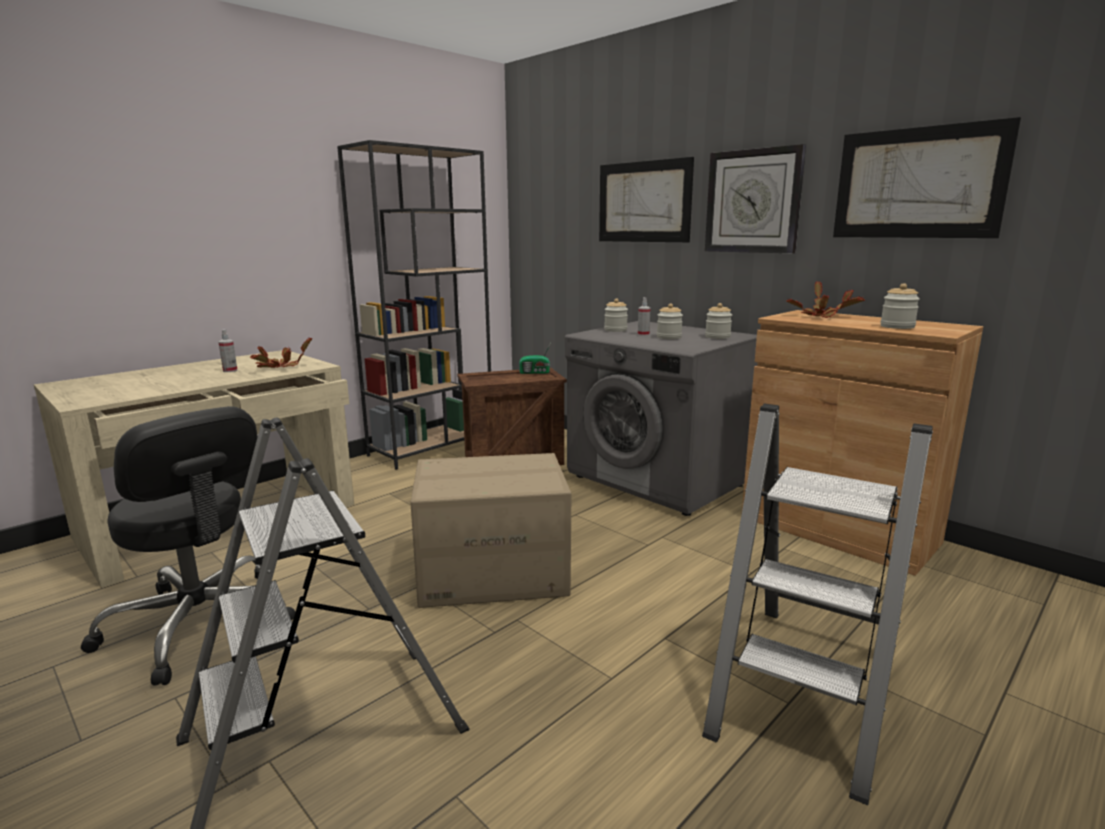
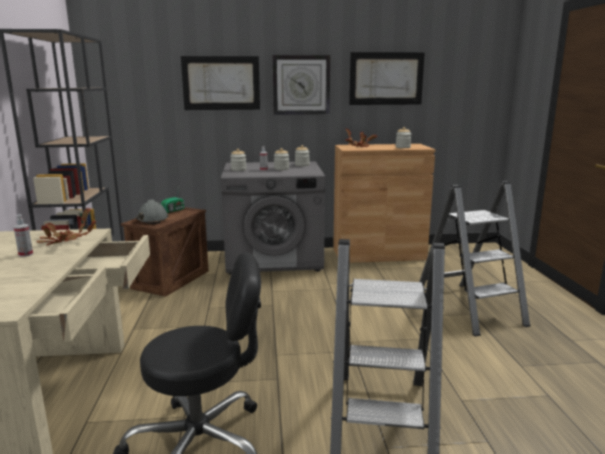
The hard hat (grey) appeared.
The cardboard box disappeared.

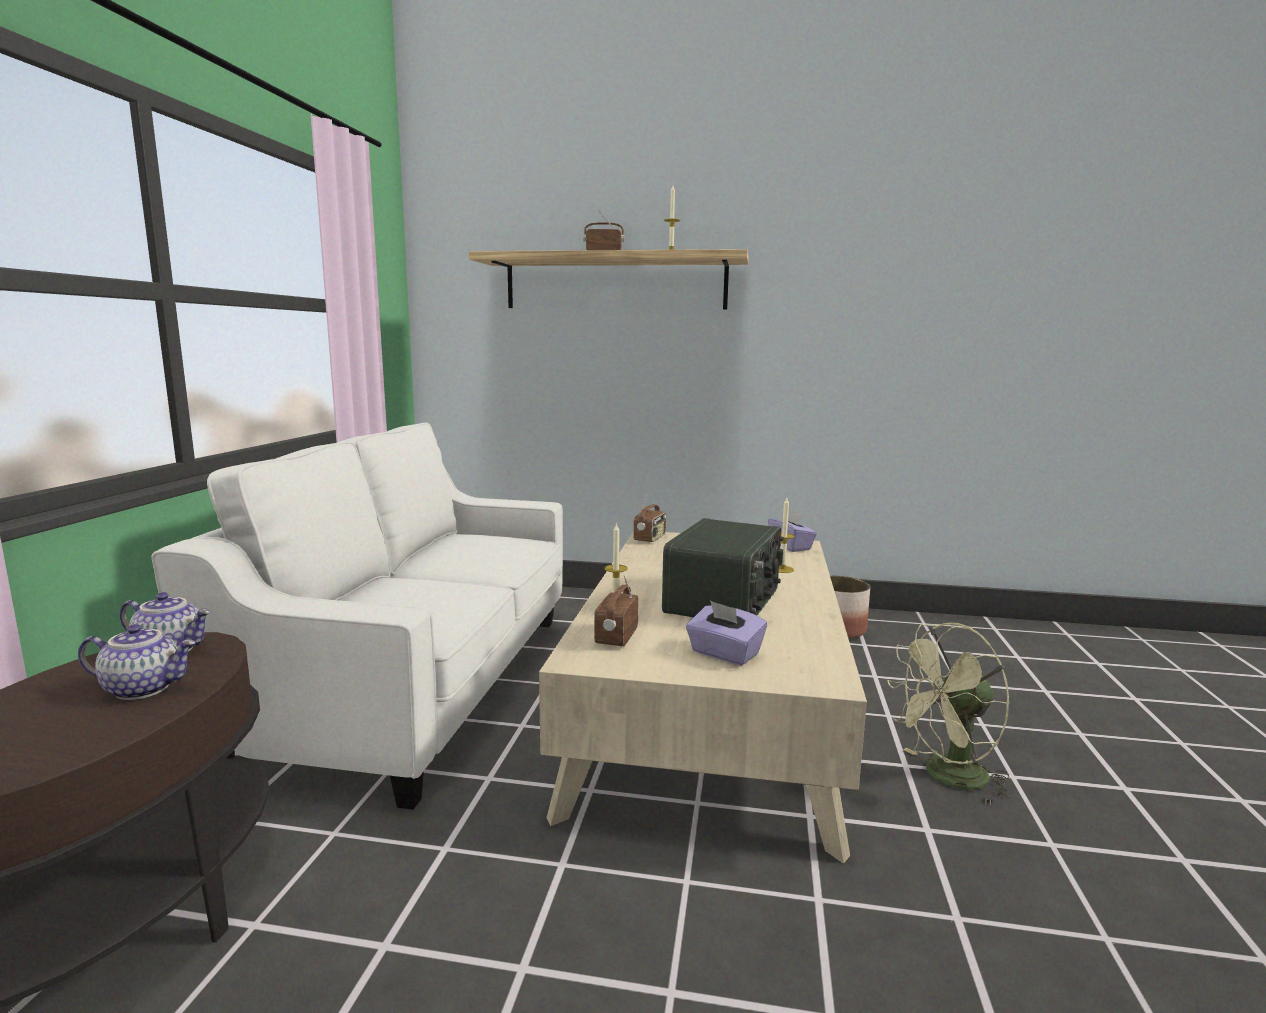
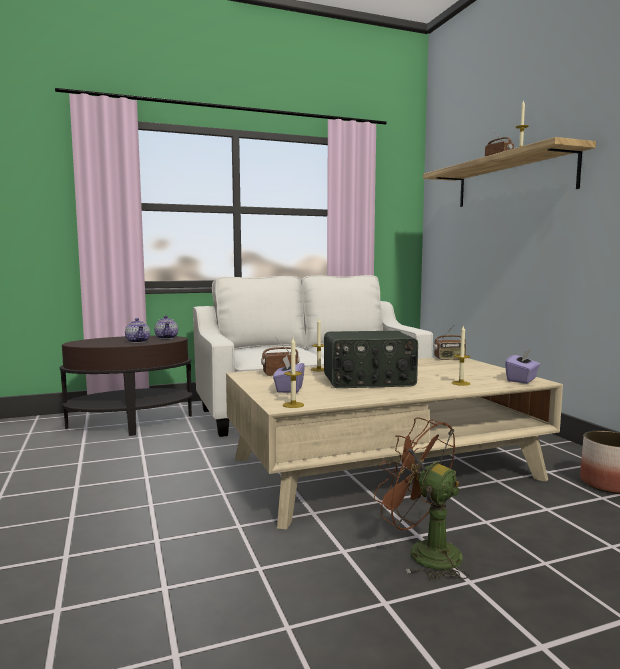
The candle (no. 1 from left) appeared.
The fan (green) became the fan (brown).

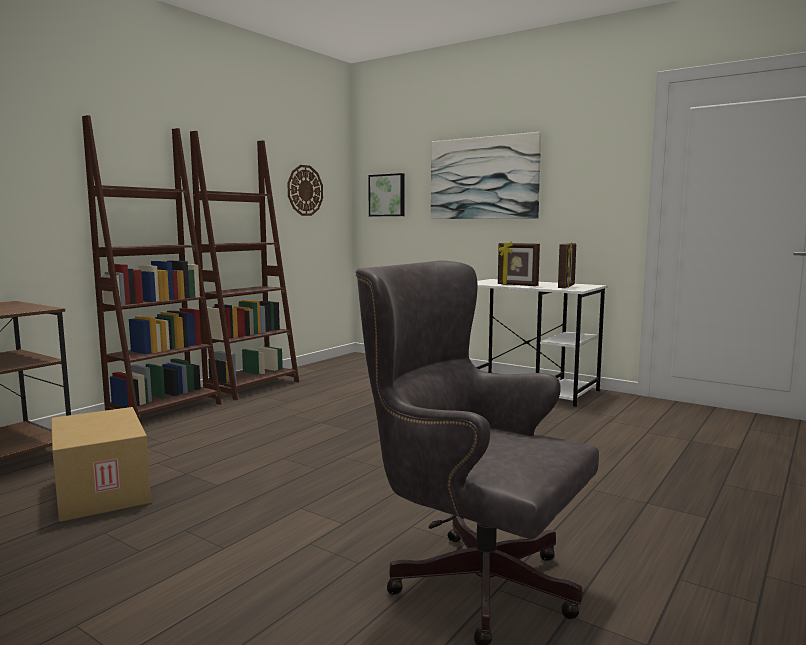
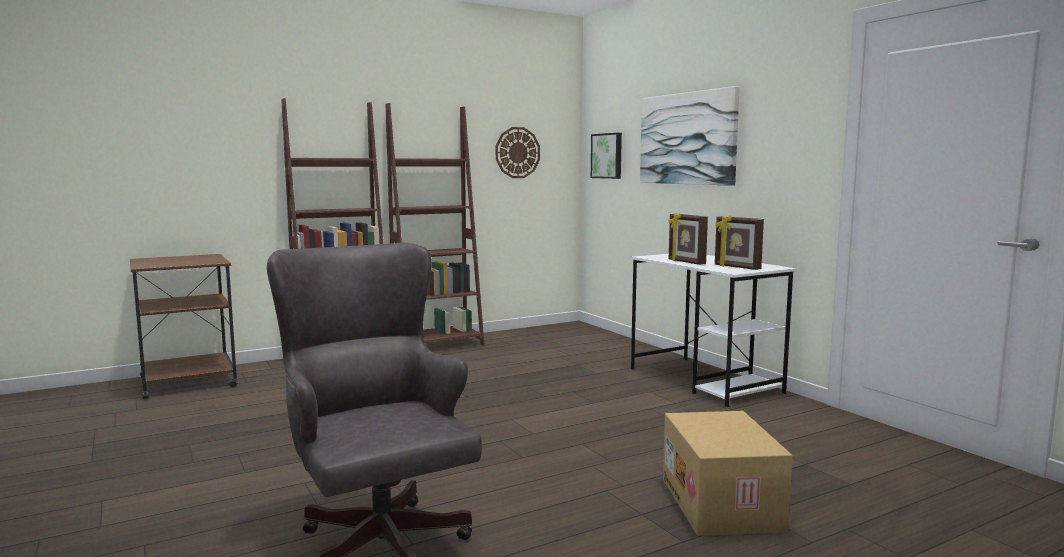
The cardboard box moved.
The picture frame (no. 2 from left) turned 90 degrees clockwise.

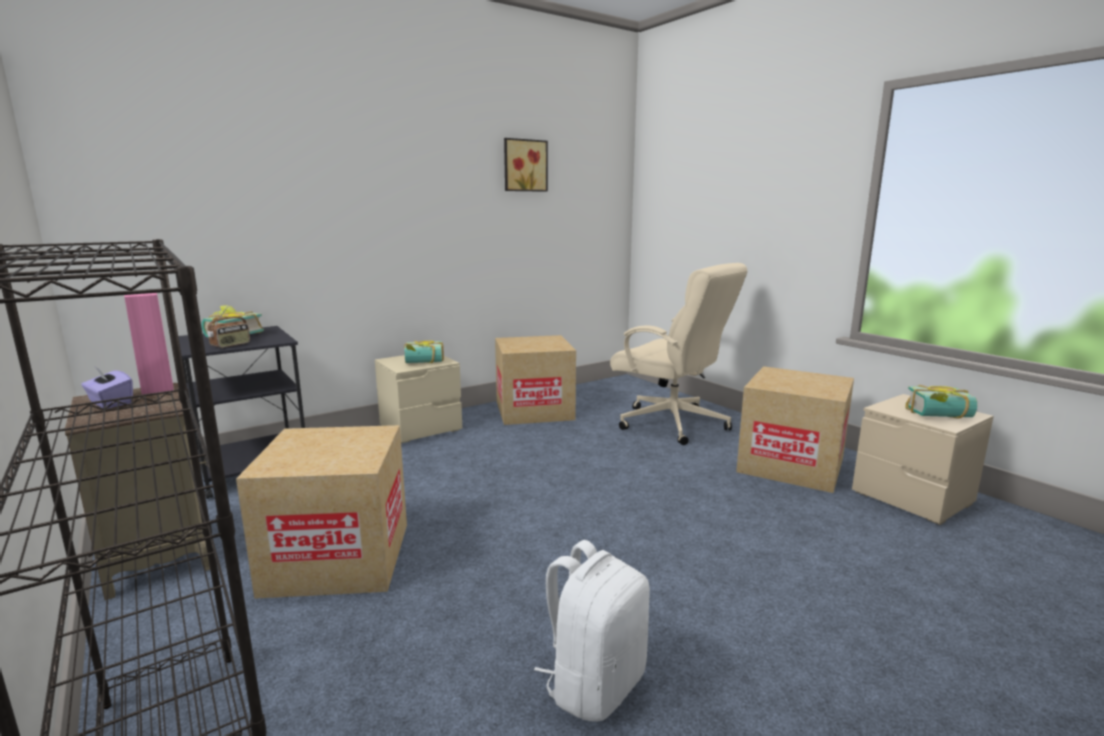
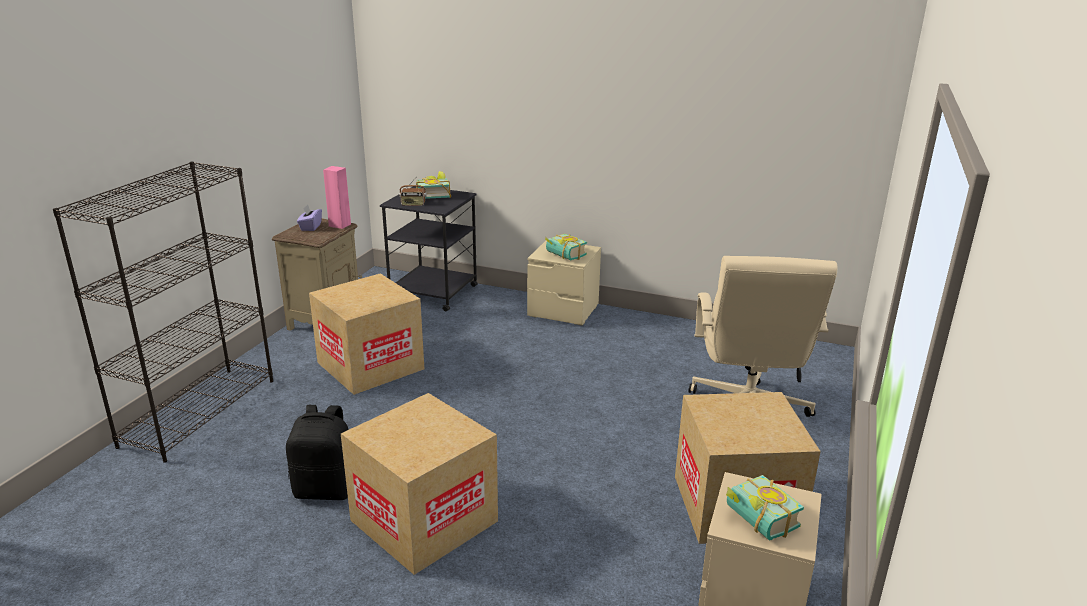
The backpack (white) became the backpack (black).
The cardboard box (no. 2 from left) moved.
The picture disappeared.

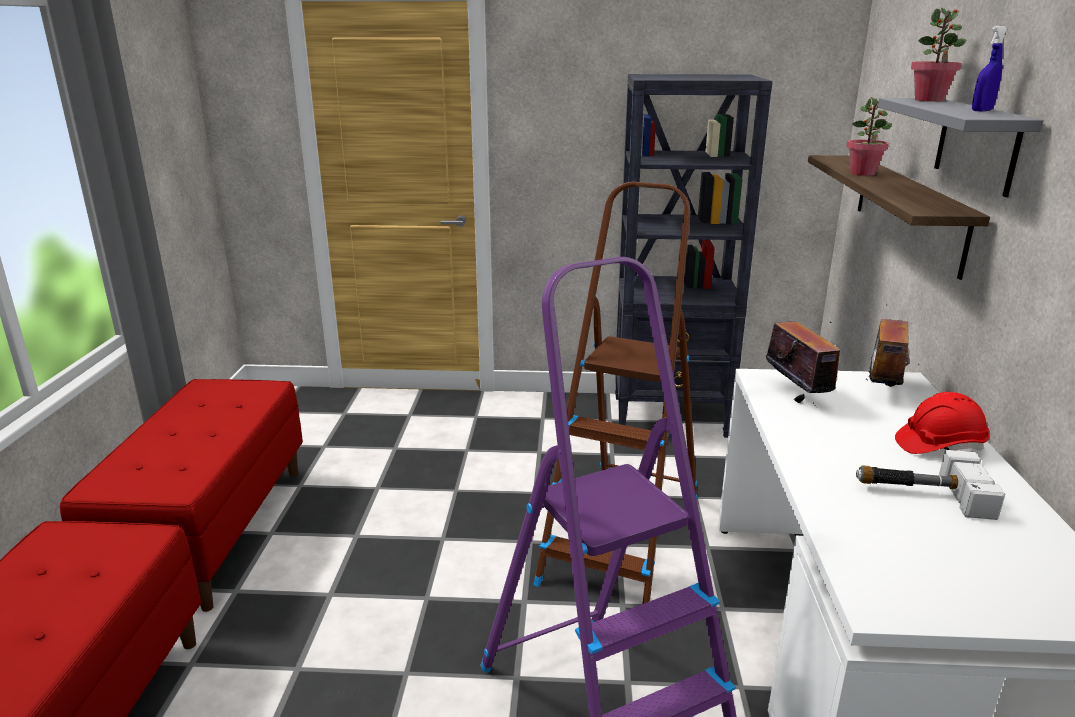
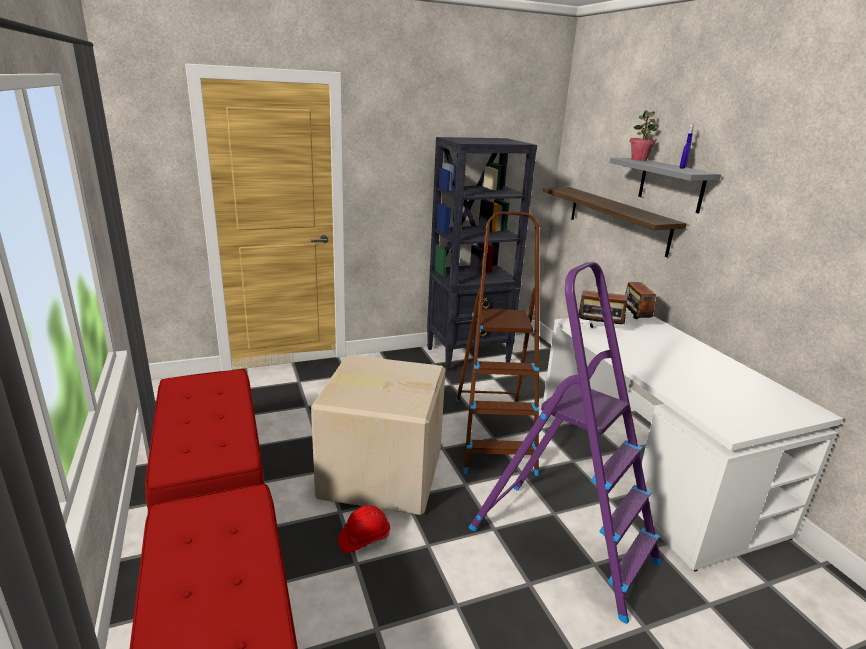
The cardboard box appeared.
The hard hat (red) moved.
The radio (no. 1 from left) turned 150 degrees clockwise.
The potted plant (no. 1 from left) disappeared.
The hammer disappeared.

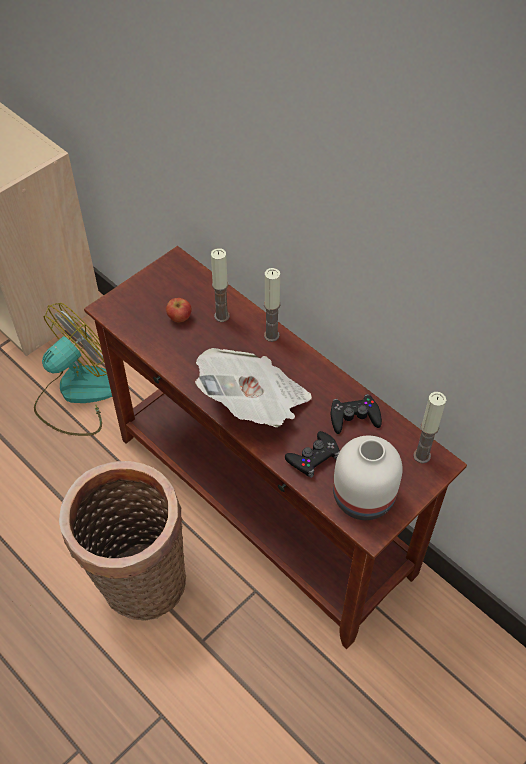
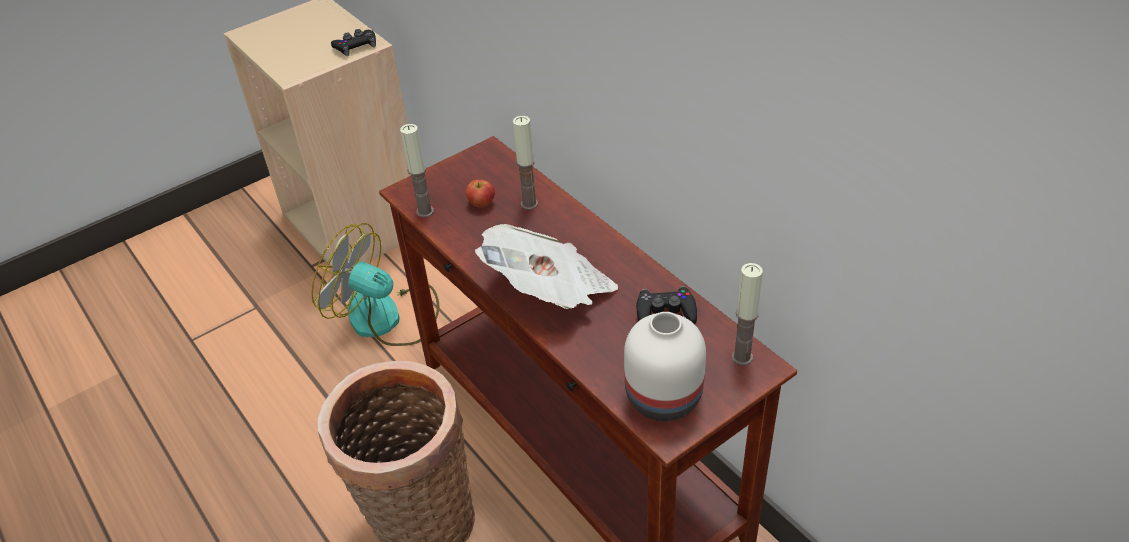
The fan turned 120 degrees counterclockwise.
The game controller (black) (no. 1 from left) moved.
The candle (no. 2 from left in the first image) moved.

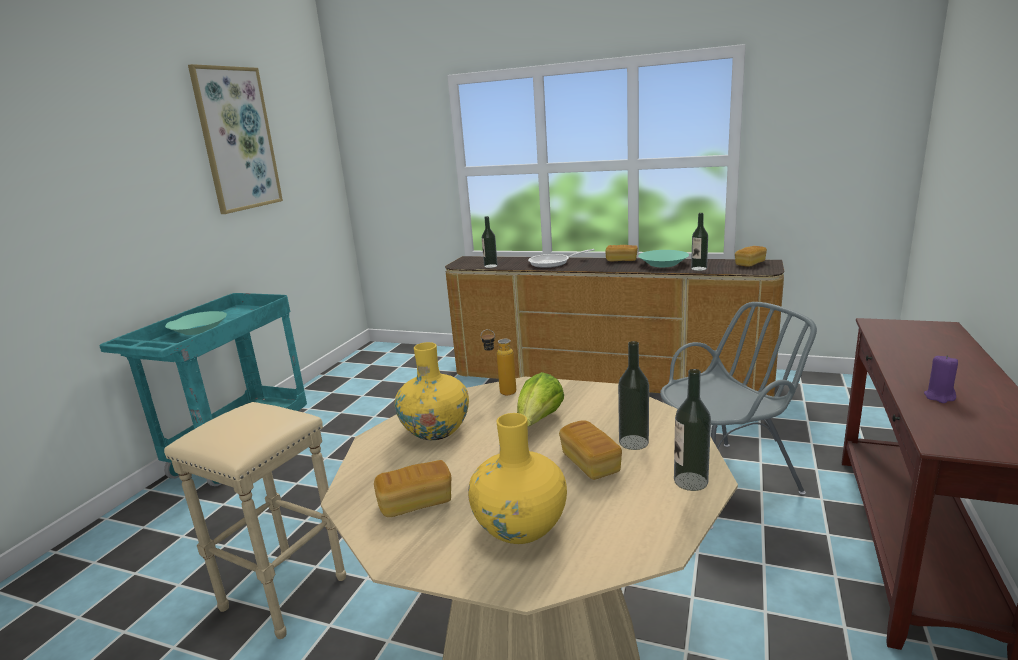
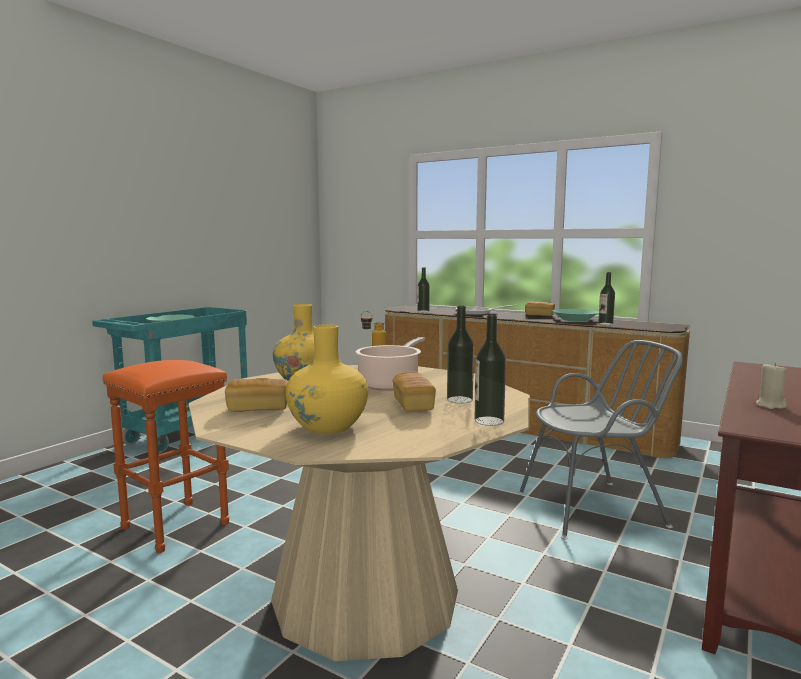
The stool (beige) became the stool (orange).
The lettuce was replaced by the cooking pot.
The candle (purple) became the candle (beige).
The picture disappeared.
The bread (no. 4 from left) disappeared.

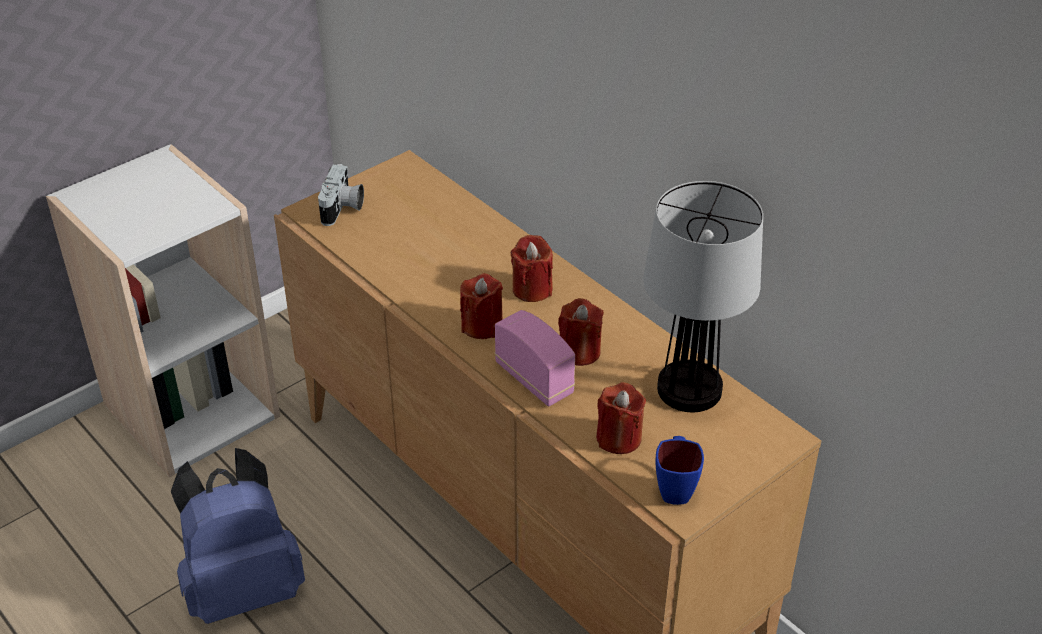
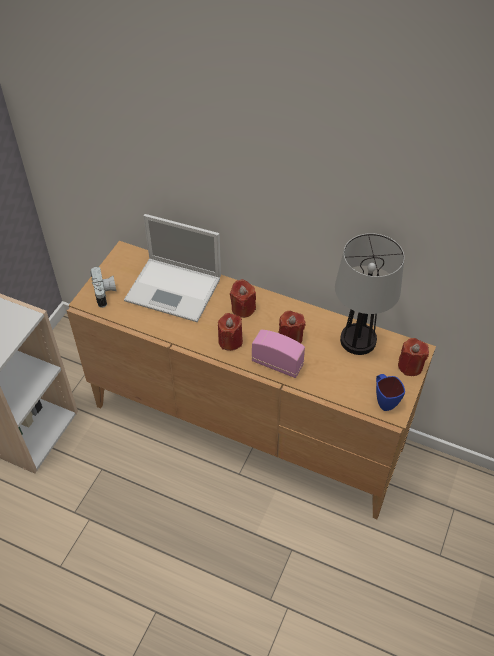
The laptop appeared.
The candle (red) (no. 4 from left) moved.
The backpack (blue) disappeared.

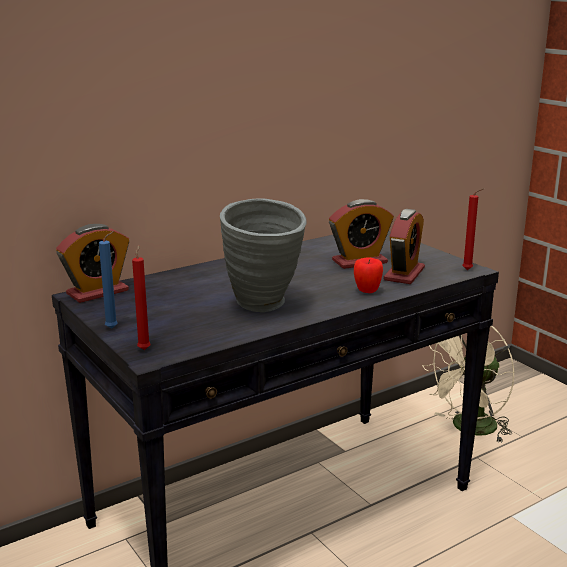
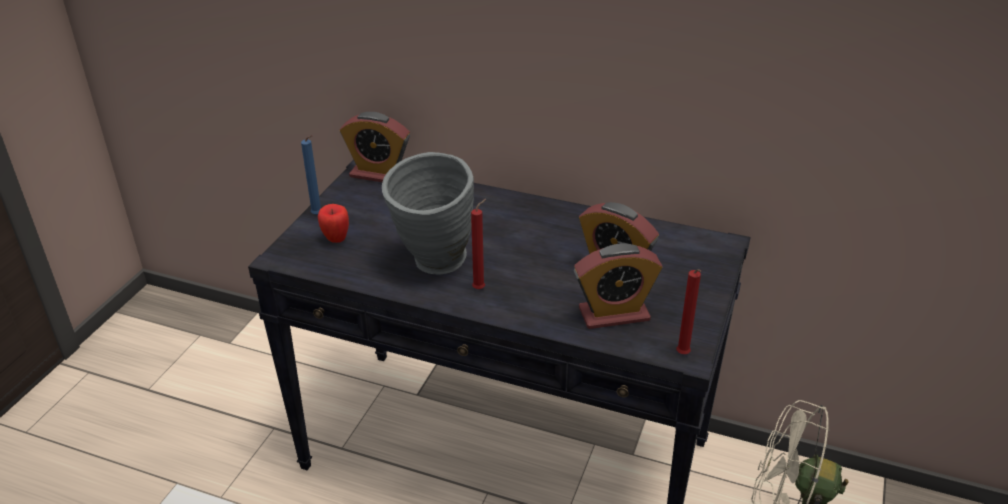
The apple moved.
The candle (red) (no. 1 from left) moved.

